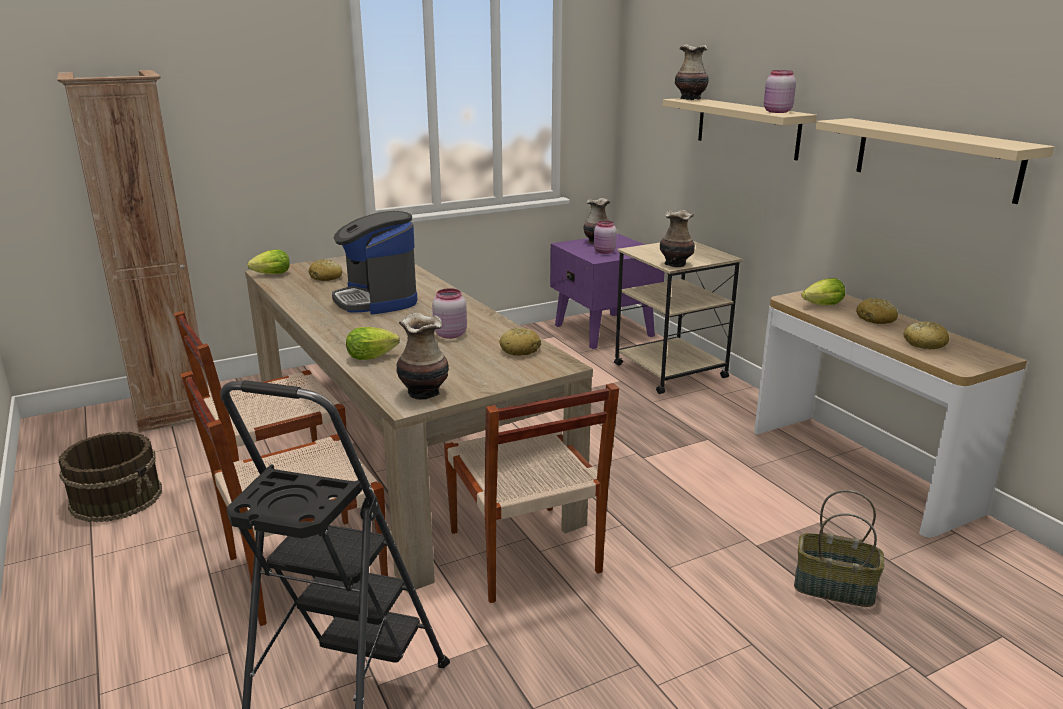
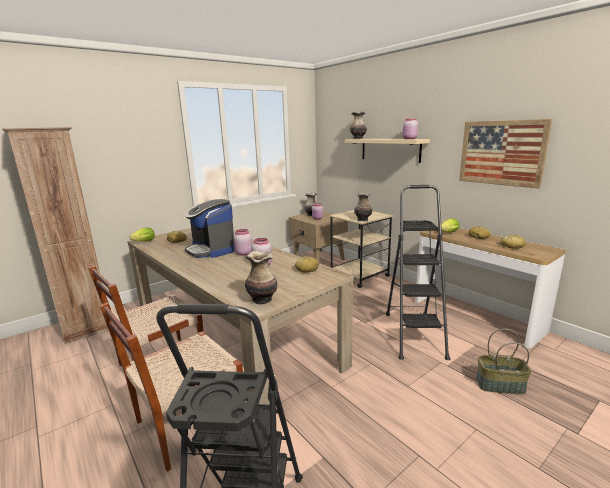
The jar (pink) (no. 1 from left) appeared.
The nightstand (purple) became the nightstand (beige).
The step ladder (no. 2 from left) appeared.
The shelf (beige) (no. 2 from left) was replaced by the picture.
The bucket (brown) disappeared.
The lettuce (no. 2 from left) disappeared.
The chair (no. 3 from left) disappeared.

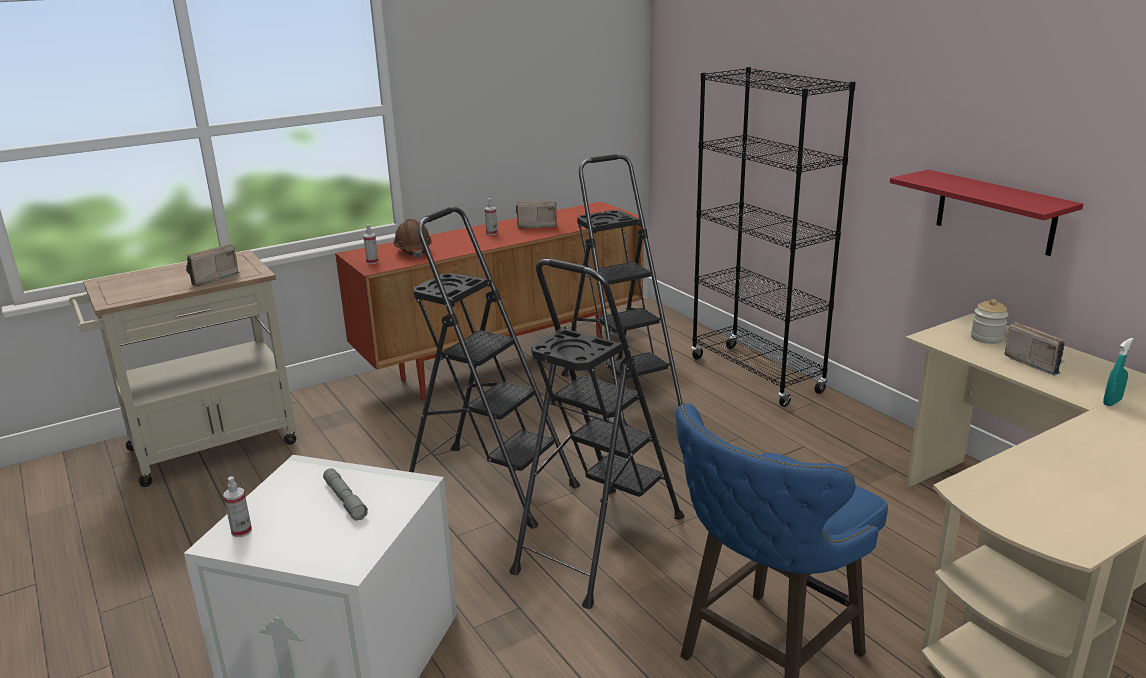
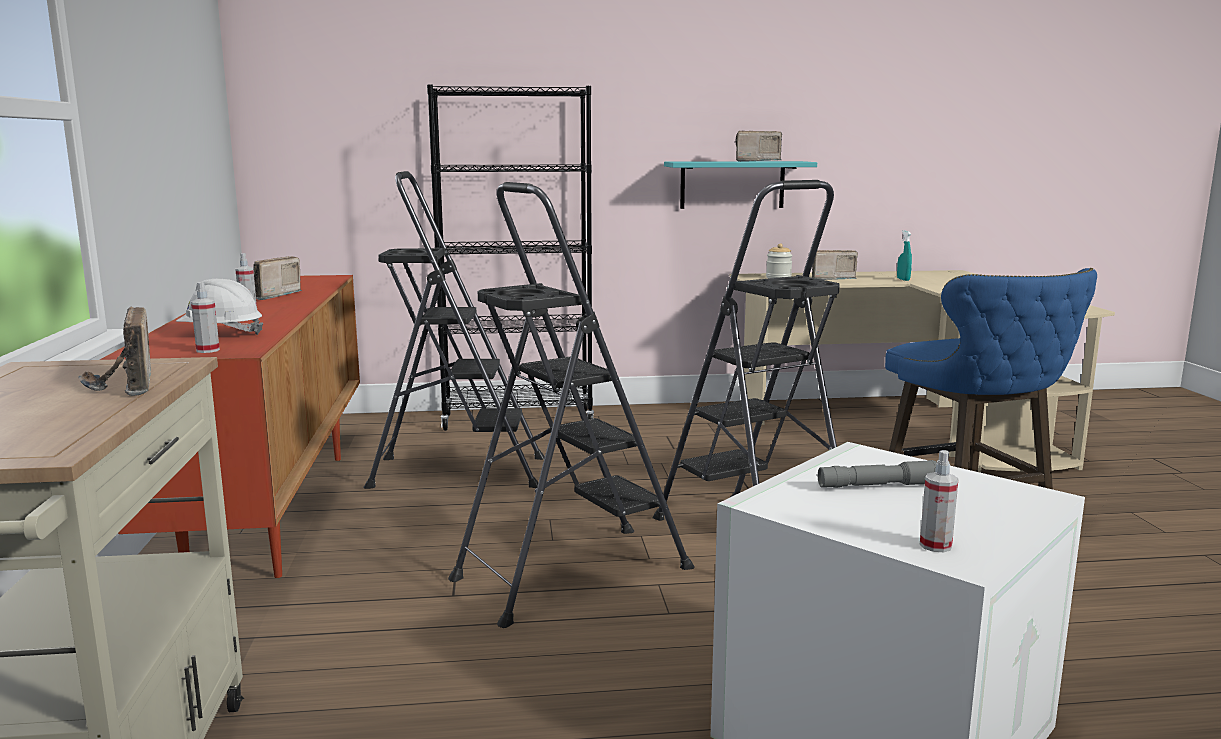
The hard hat (brown) became the hard hat (white).
The shelf (red) became the shelf (turquoise).
The radio (no. 3 from left) appeared.

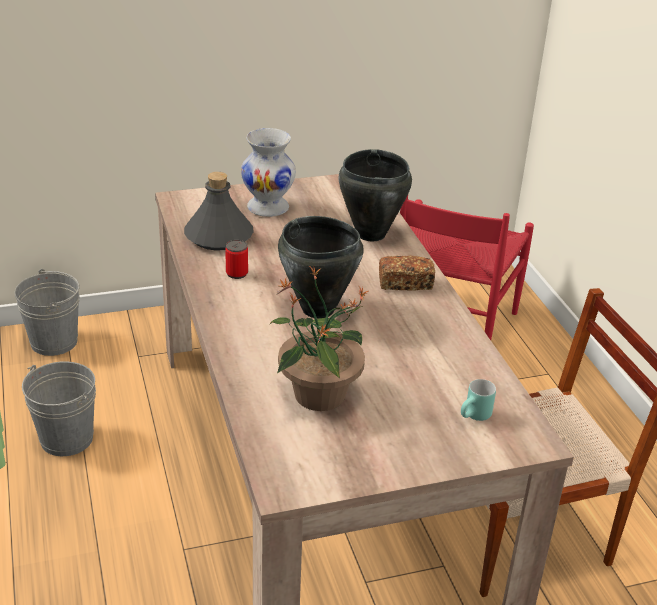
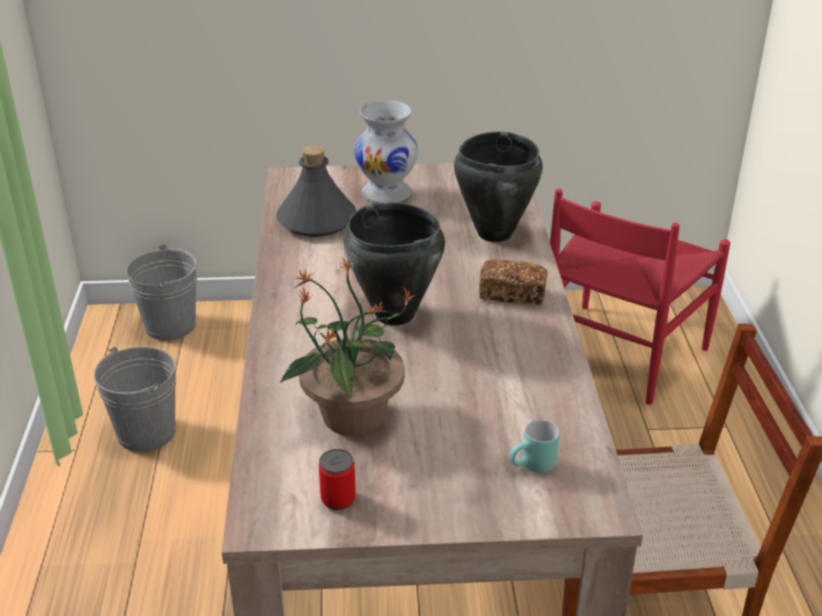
The can moved.

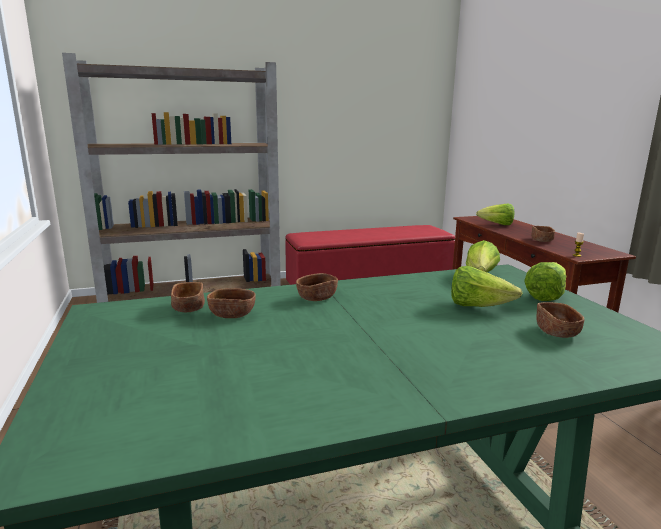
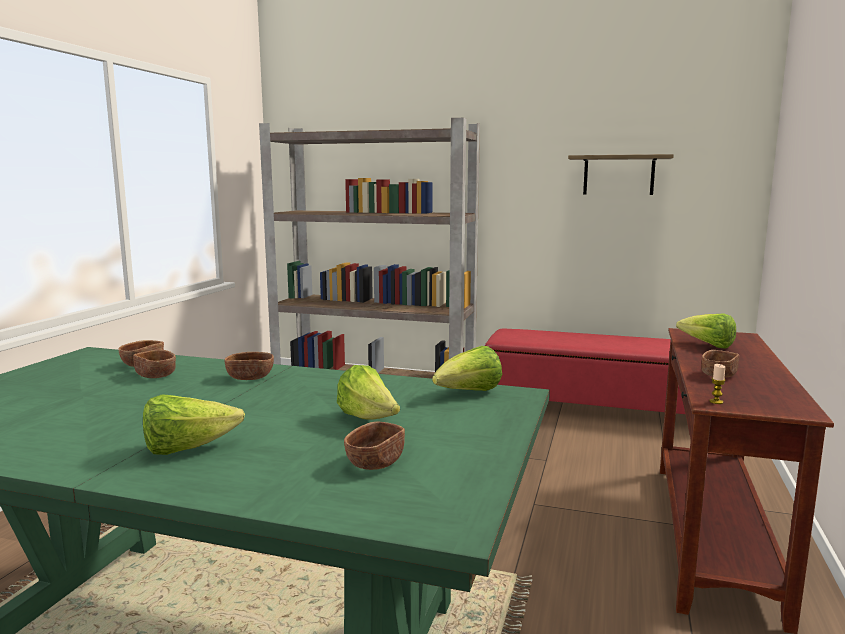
The lettuce (no. 4 from left in the first image) moved.
The shelf appeared.

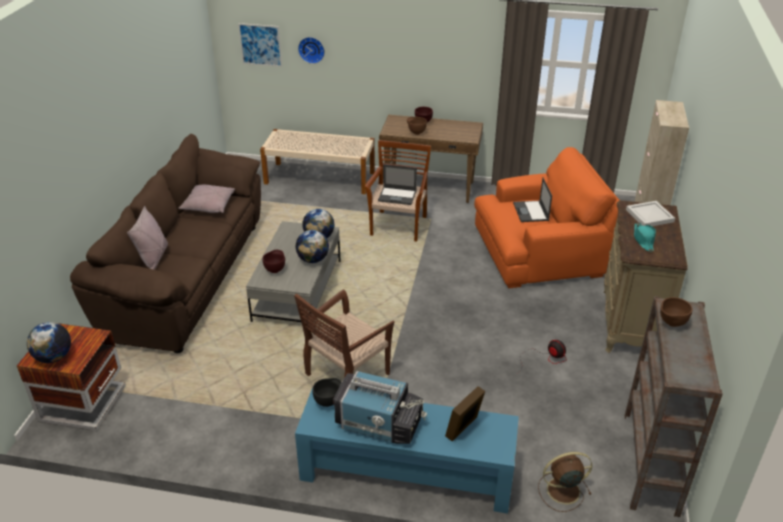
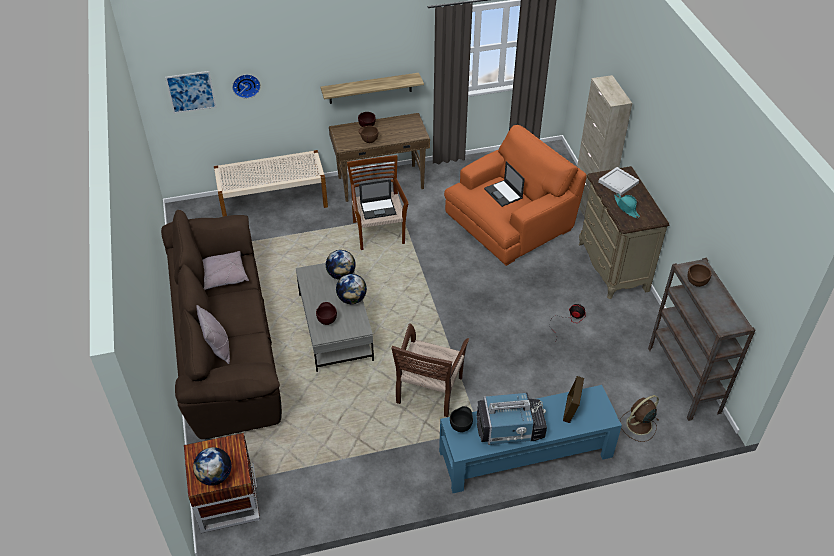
The shelf appeared.

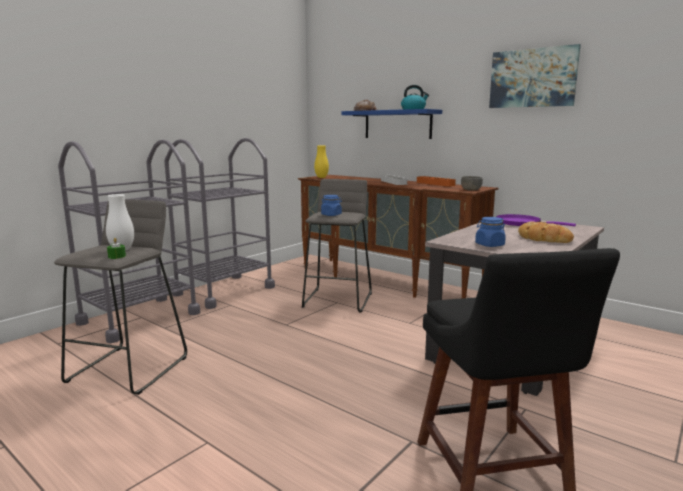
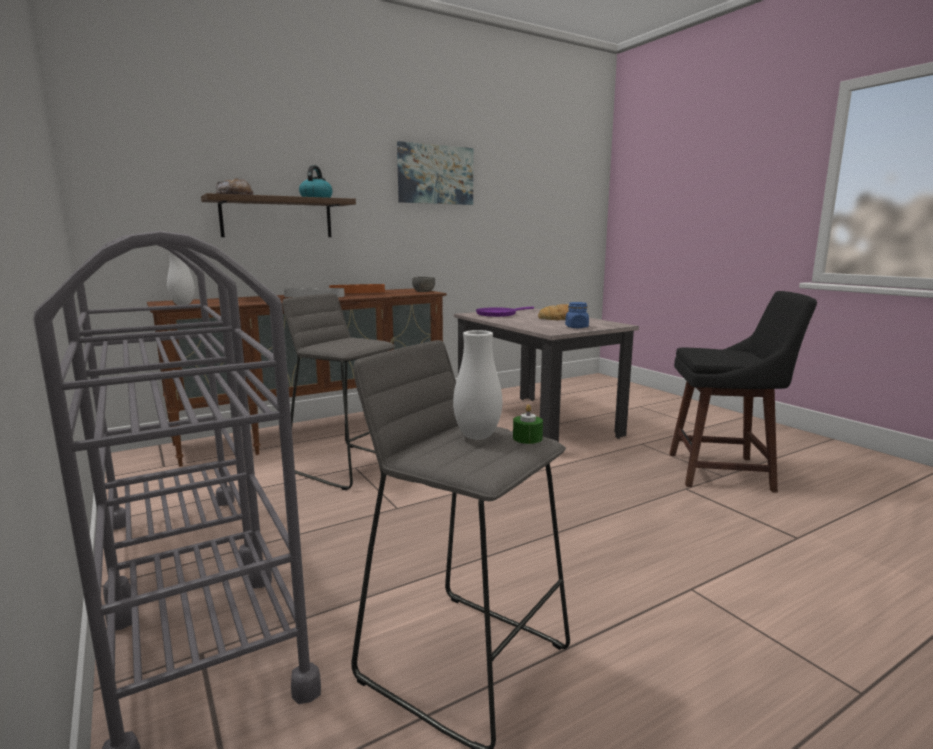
The vase (yellow) became the vase (white) (no. 1 from left).
The shelf (blue) became the shelf (brown).
The jar (blue) (no. 1 from left) disappeared.

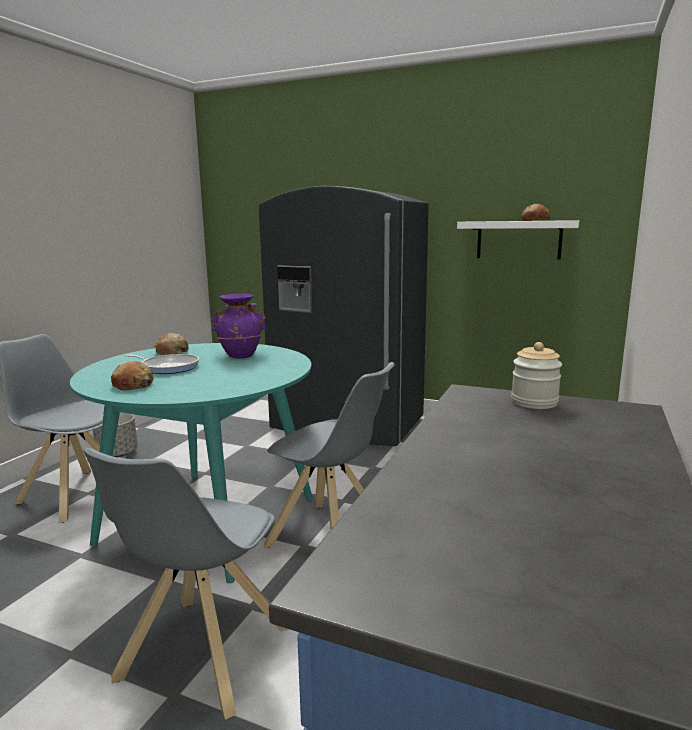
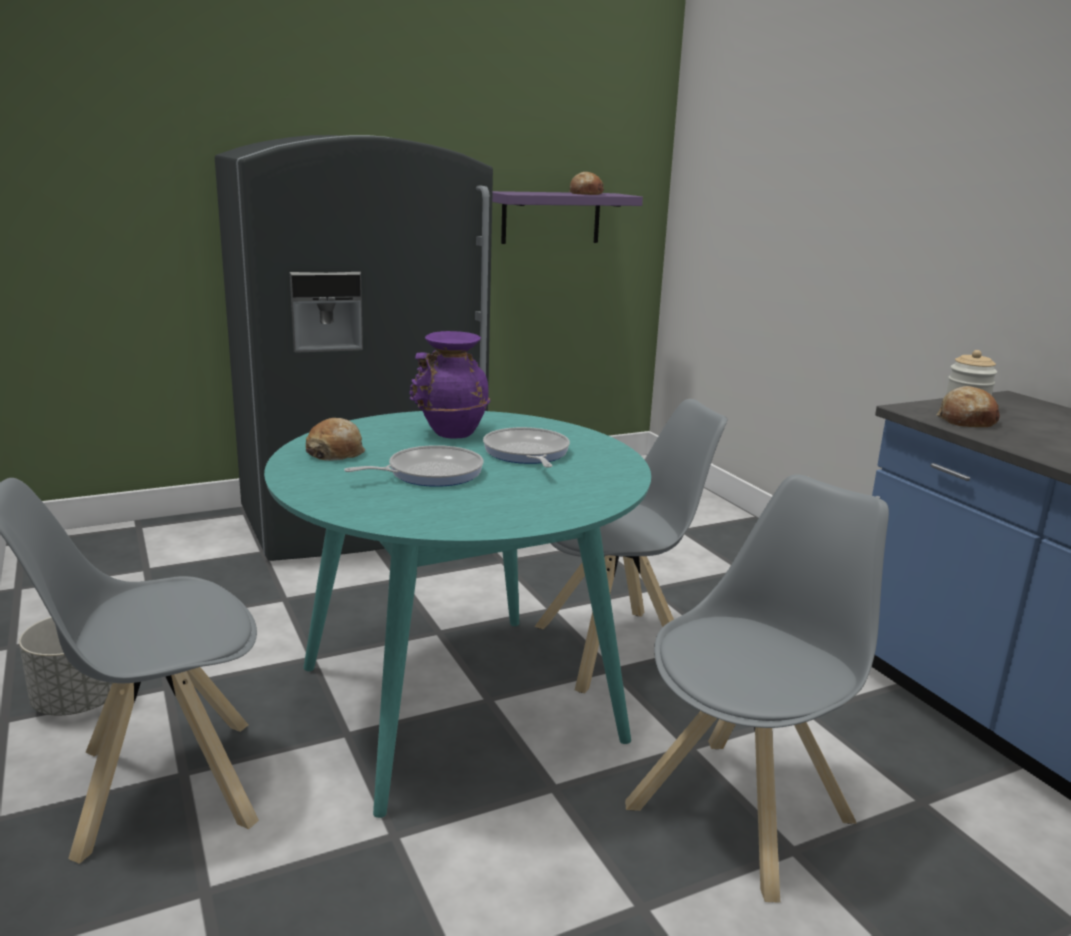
The frying pan (no. 2 from left) appeared.
The shelf (white) became the shelf (purple).
The chair (grey) (no. 2 from left in the first image) turned 105 degrees counterclockwise.
The bread (no. 1 from left in the first image) moved.

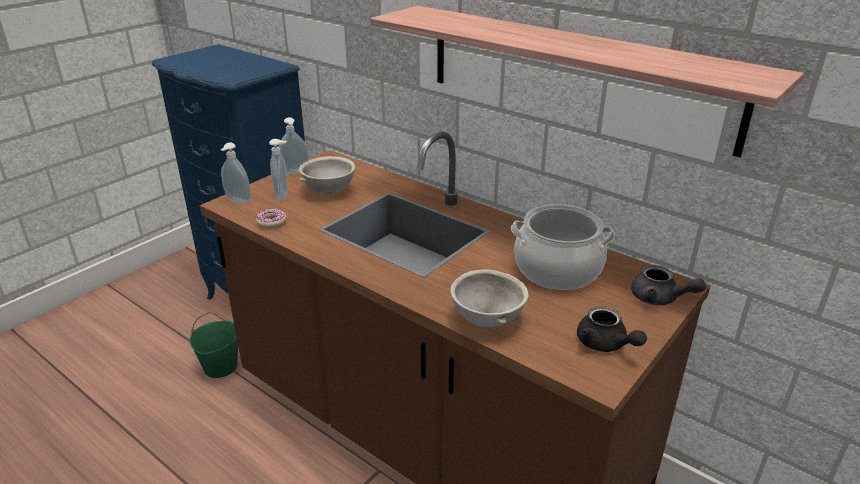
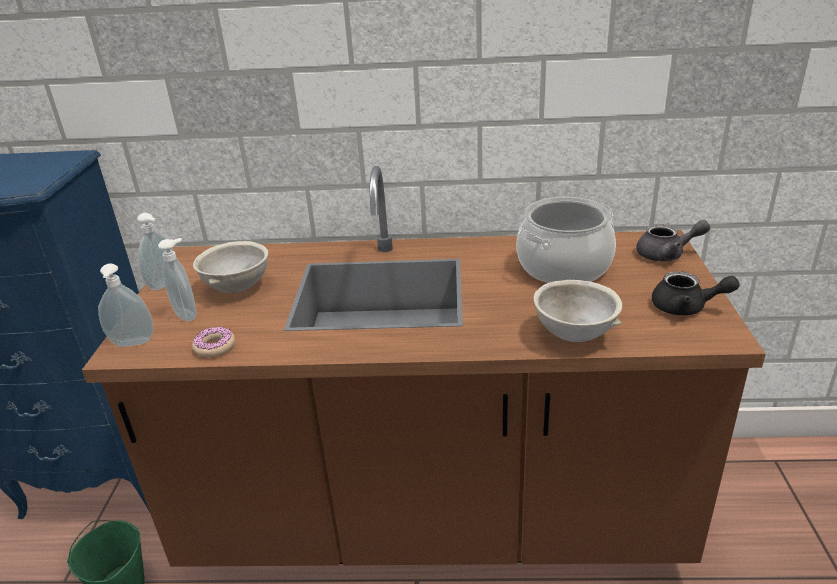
The shelf disappeared.

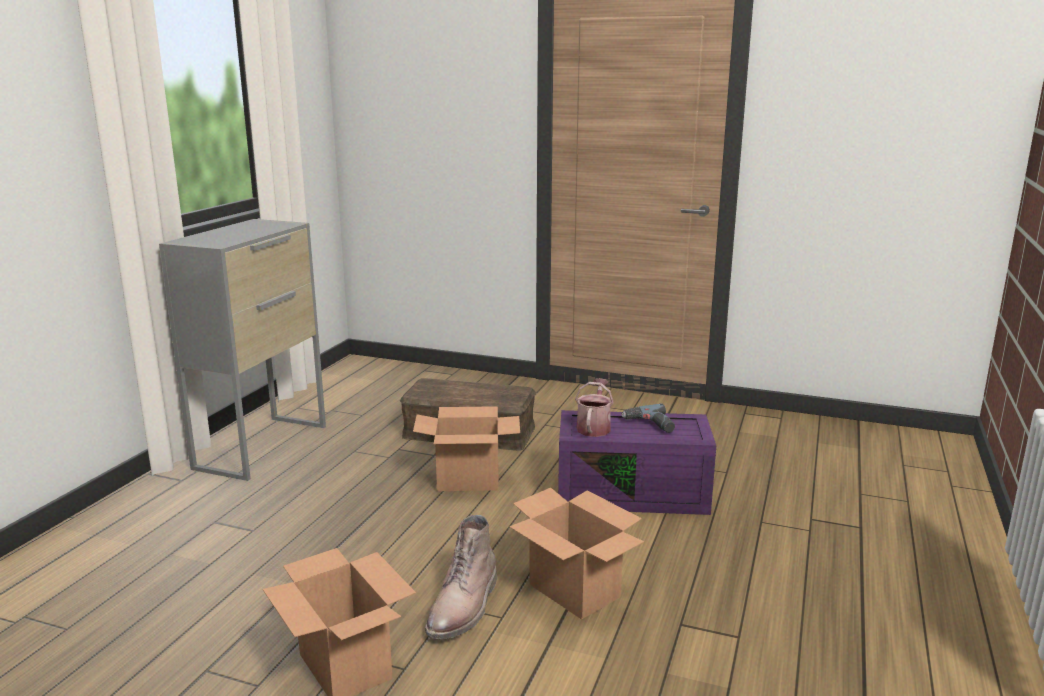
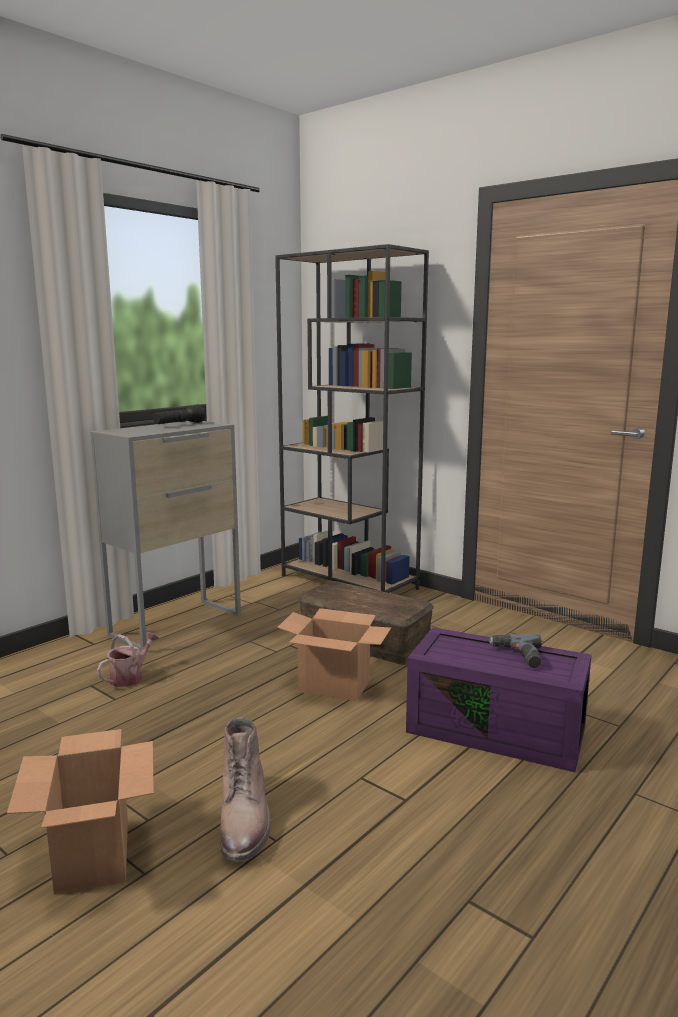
The watering can moved.
The flashlight (black) appeared.
The boot (brown) turned 45 degrees counterclockwise.
The bookcase appeared.
The cardboard box (no. 3 from left) disappeared.

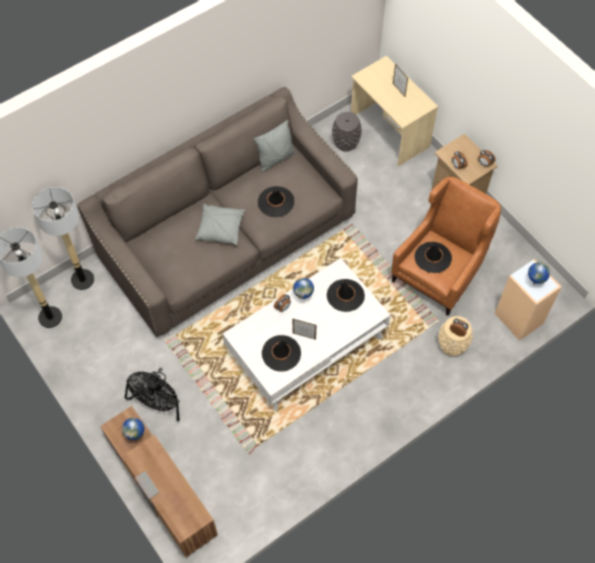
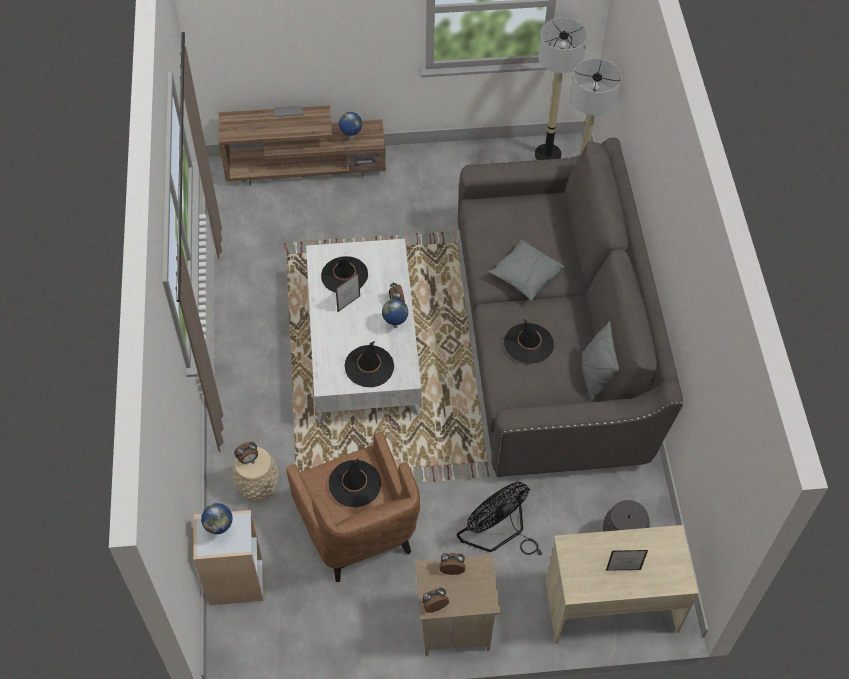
The fan (black) moved.

